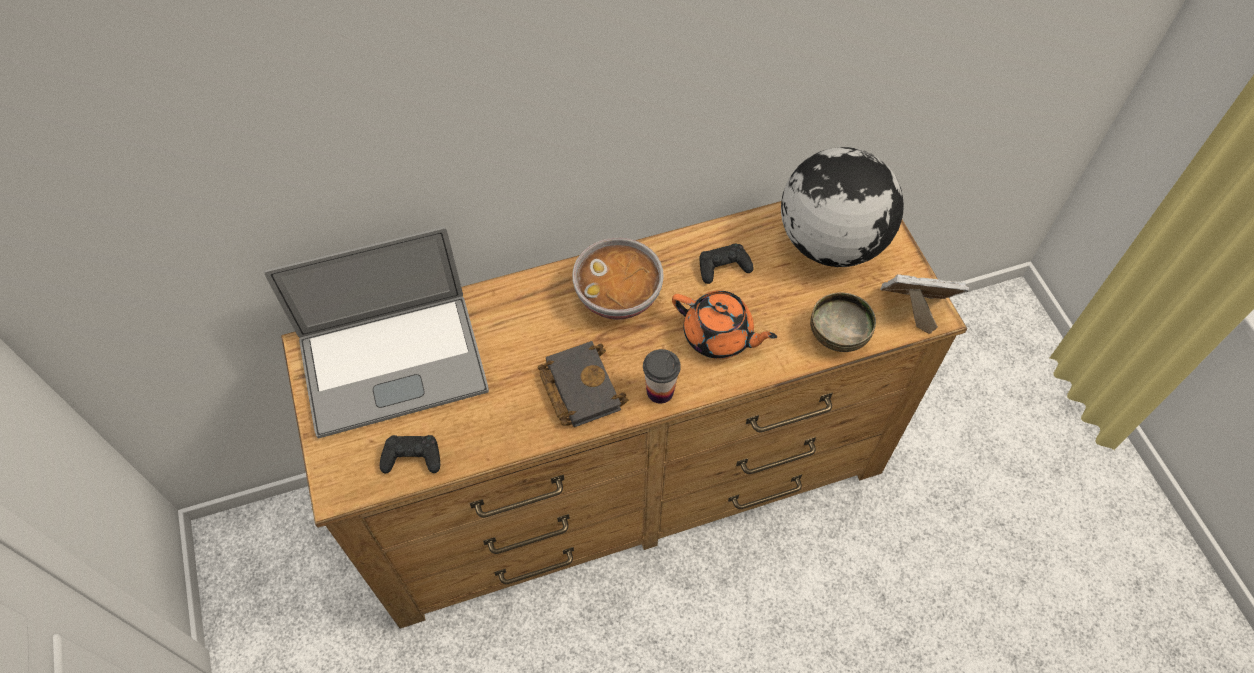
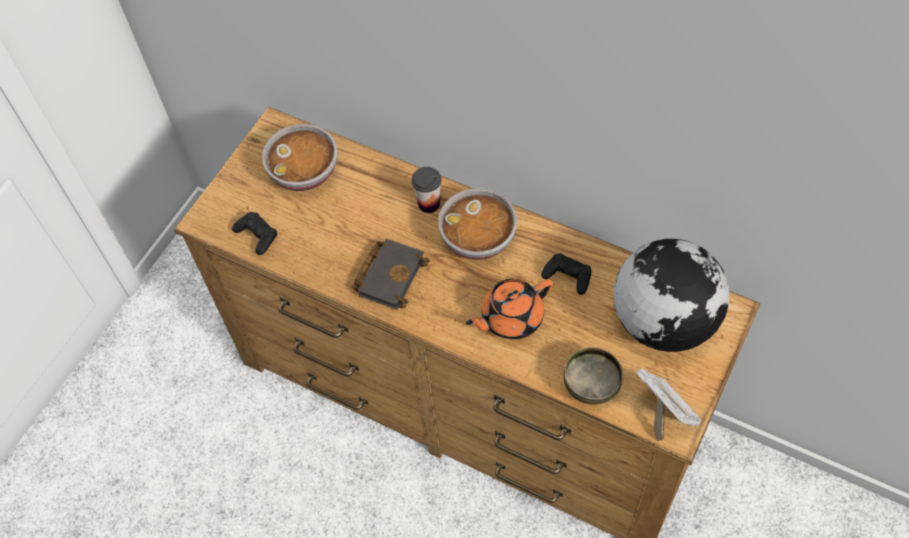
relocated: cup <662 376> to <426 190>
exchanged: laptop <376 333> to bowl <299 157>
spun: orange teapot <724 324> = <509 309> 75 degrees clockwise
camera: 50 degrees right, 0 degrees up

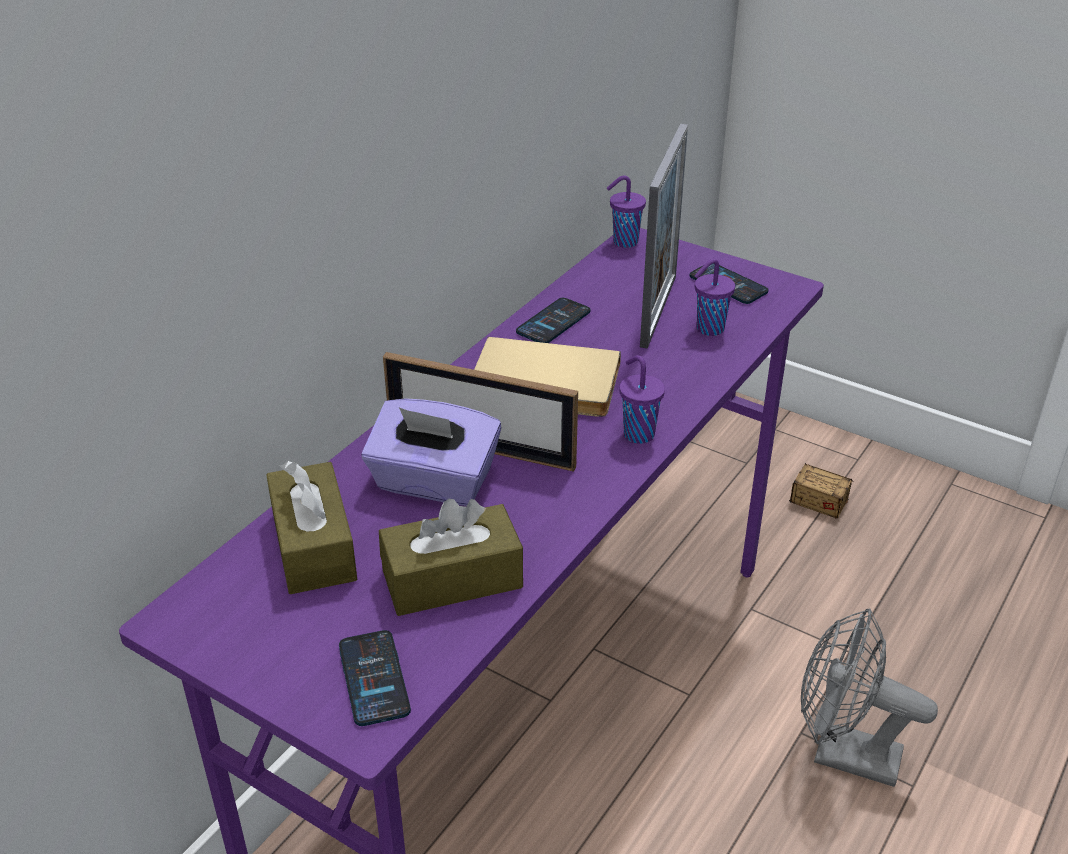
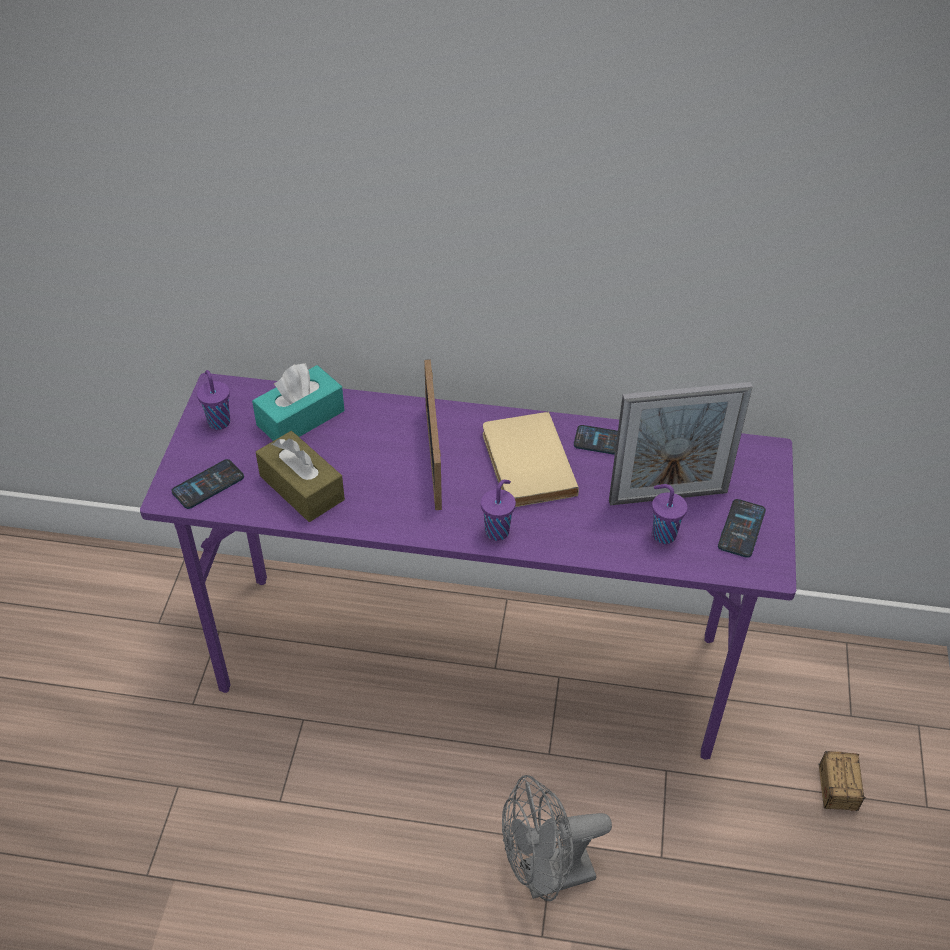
missing: purple tissue box <431 452>
relocated: purple cup <626 212> to <213 400>
colour: brown tissue box <311 527> to turquoise tissue box <298 402>
spun: grey fan <869 698> = <557 838> 105 degrees counterclockwise
camera: 65 degrees right, 10 degrees up

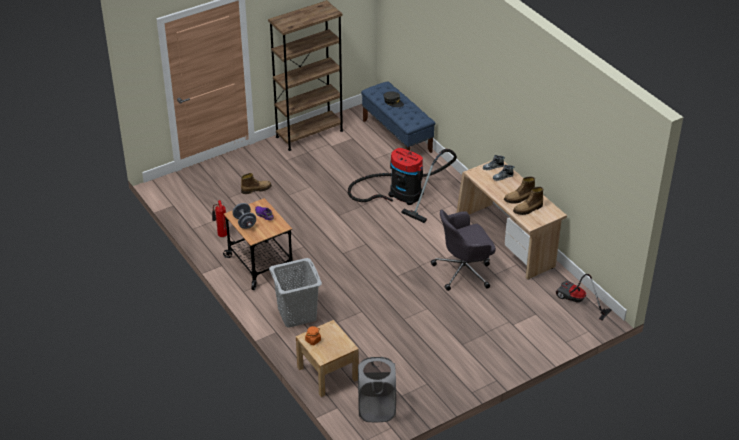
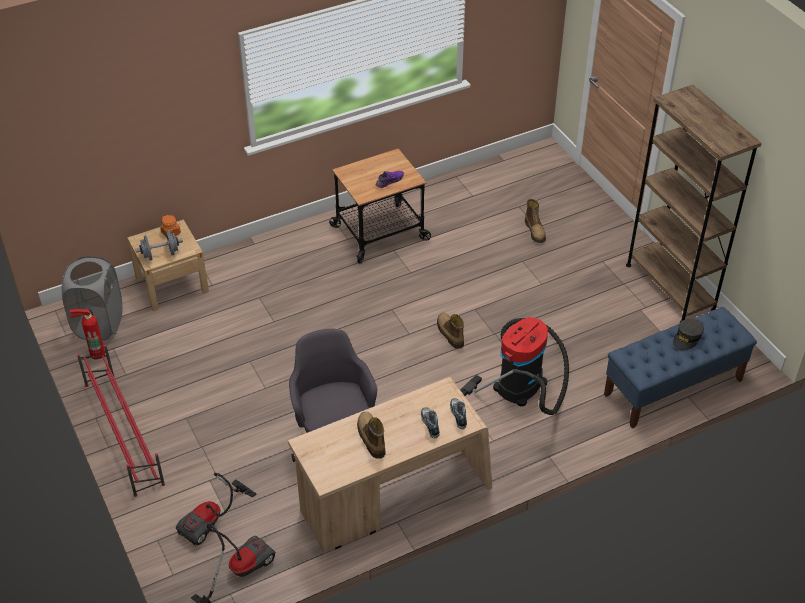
missing: grey laundry basket <295 293>
appeared: red shoe rack <121 421>; vacuum cleaner <216 509>
relocated: fire extinguisher <219 218> to <87 333>; grey dumbbell <244 216> to <159 245>; boot <528 201> to <450 331>
camera: 95 degrees right, 5 degrees up

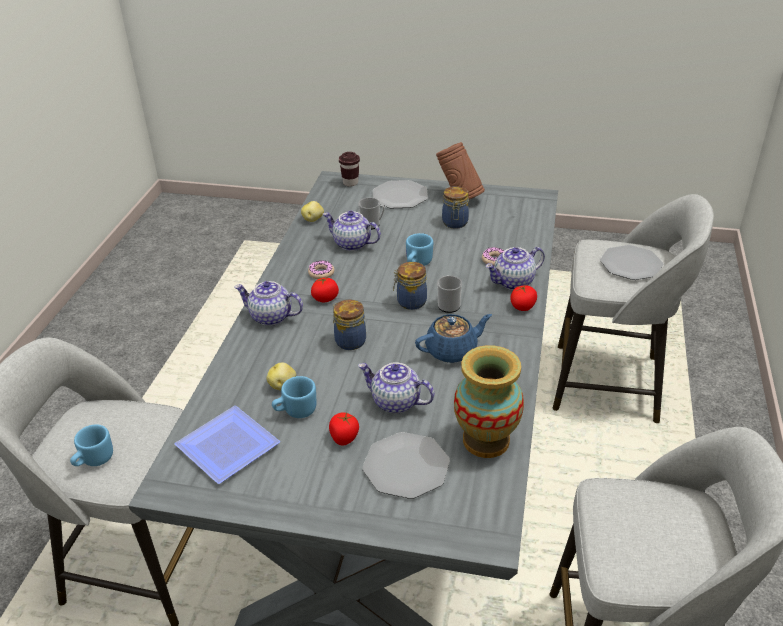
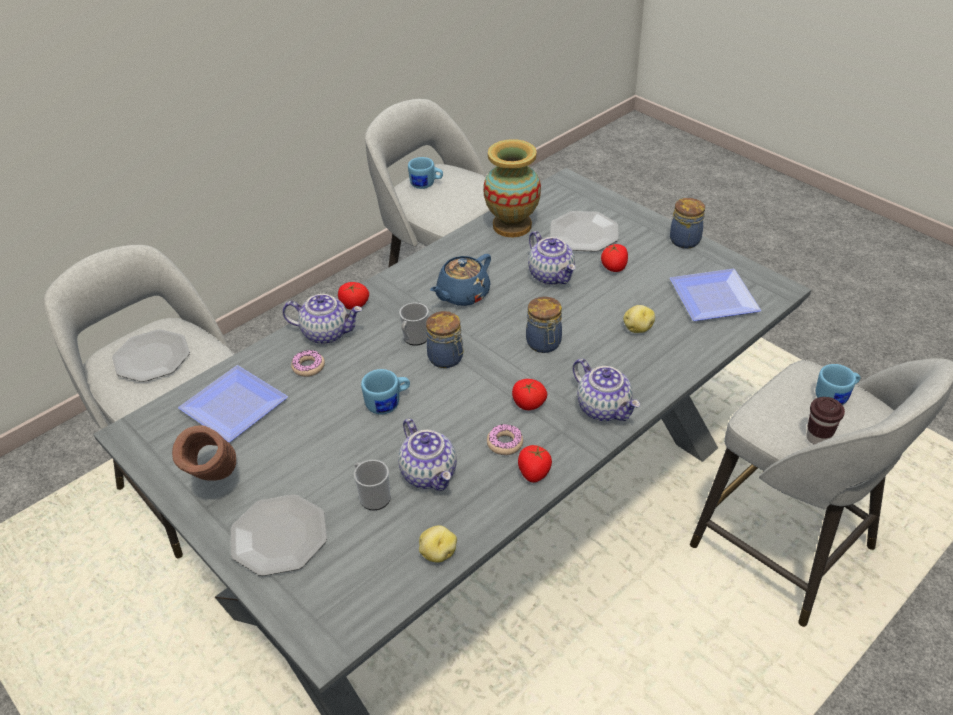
appeared: plate <233 403>; tomato <535 463>
relocated: blue mug <294 397> to <425 173>; jar <455 207> to <687 223>; brown cup <349 169> to <826 421>
spun: blue teapot <453 338> = <460 280> 60 degrees counterclockwise
camera: 145 degrees left, 5 degrees up

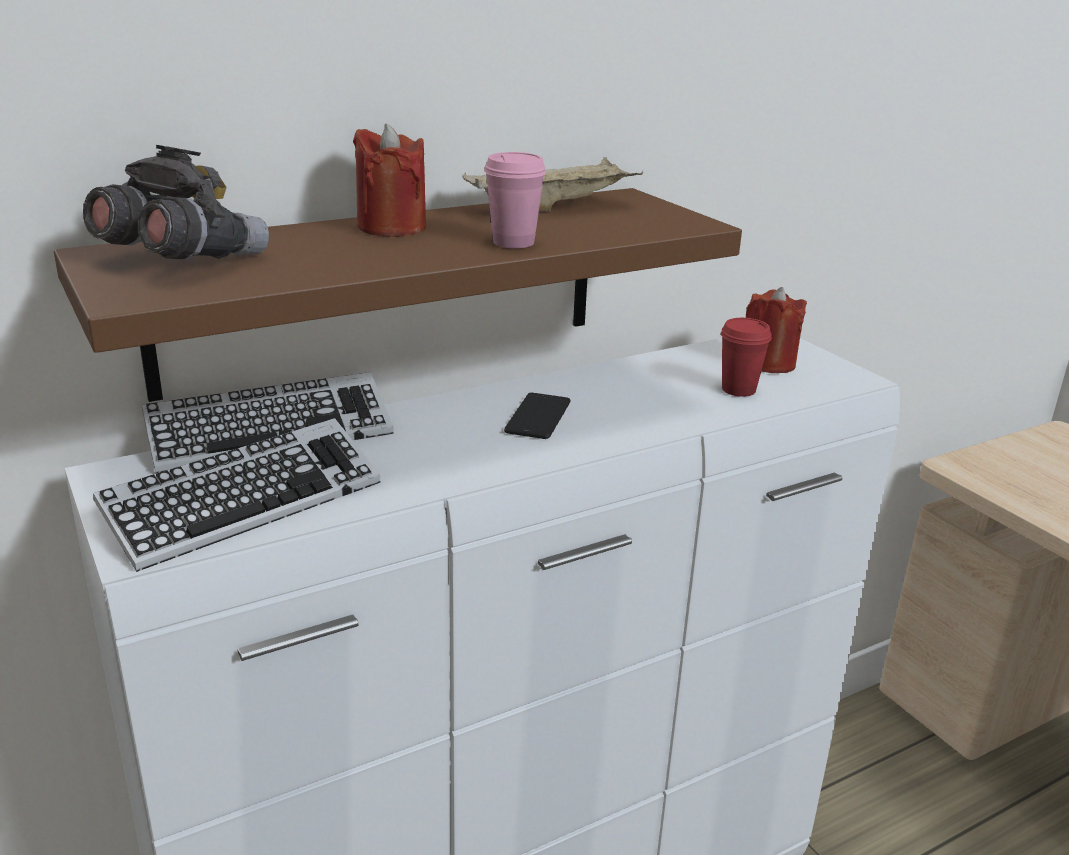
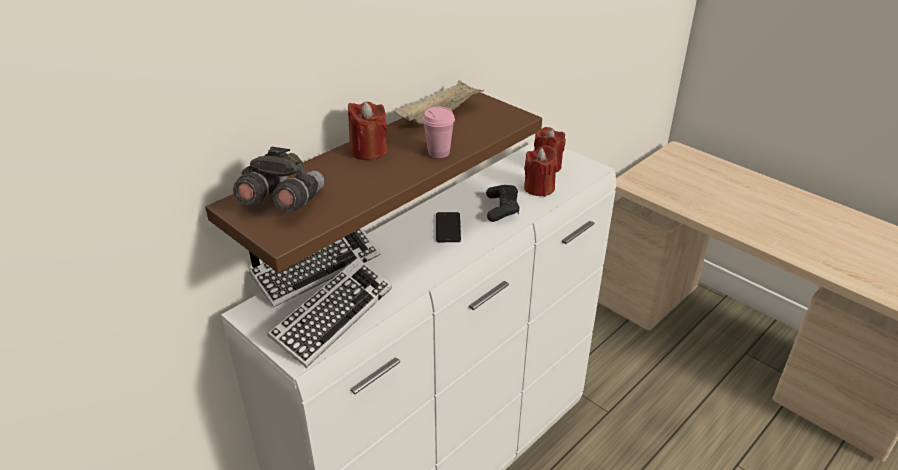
appeared: black game controller <503 203>
exchanged: red cup <746 357> to red candle <540 171>
camera: 15 degrees left, 10 degrees up

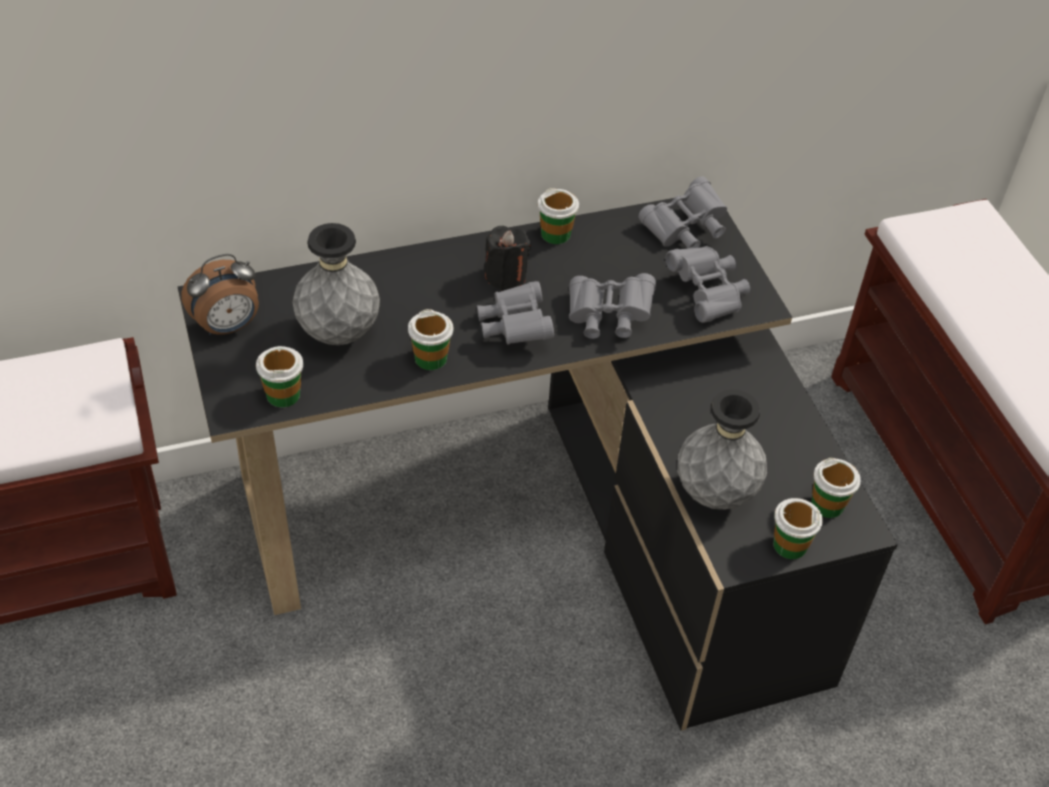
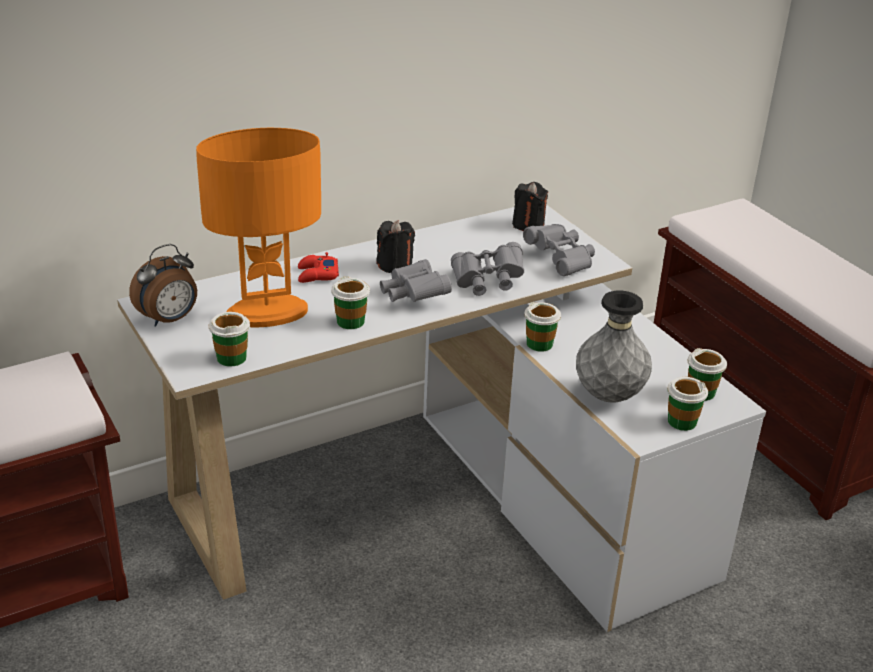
appeared: red game controller <318 267>
relocated: cup <558 216> to <542 327>
exchanged: grey vase <336 284> to orange table lamp <258 228>; grey binoculars <682 212> to black candle <530 206>
colour: black desk <538 464> to white desk <441 418>
camera: 10 degrees left, 15 degrees down

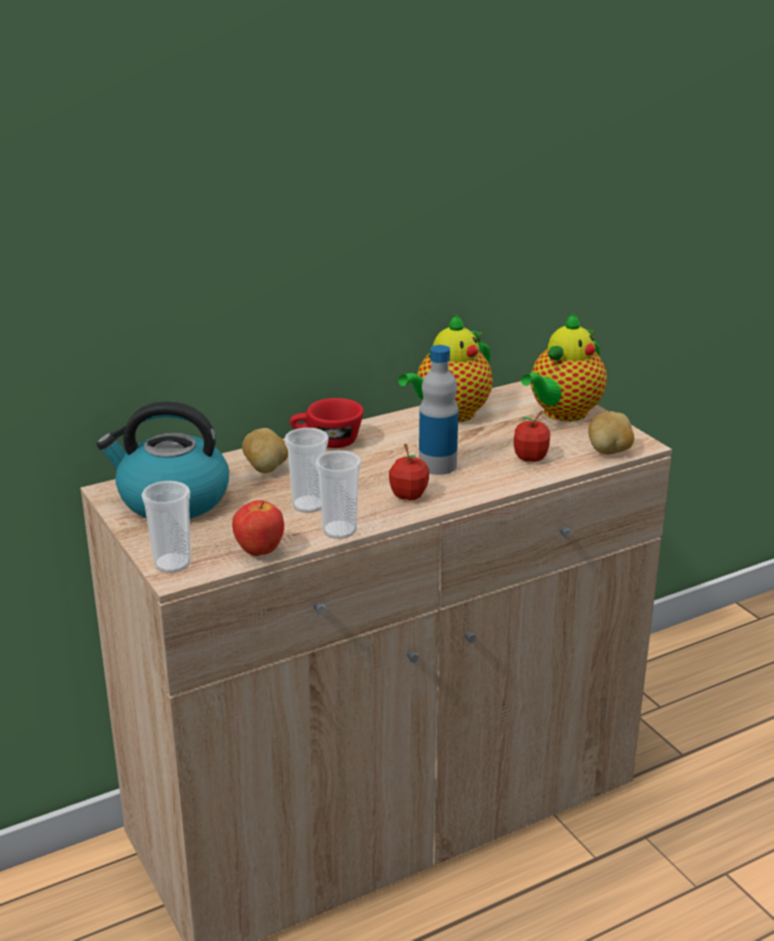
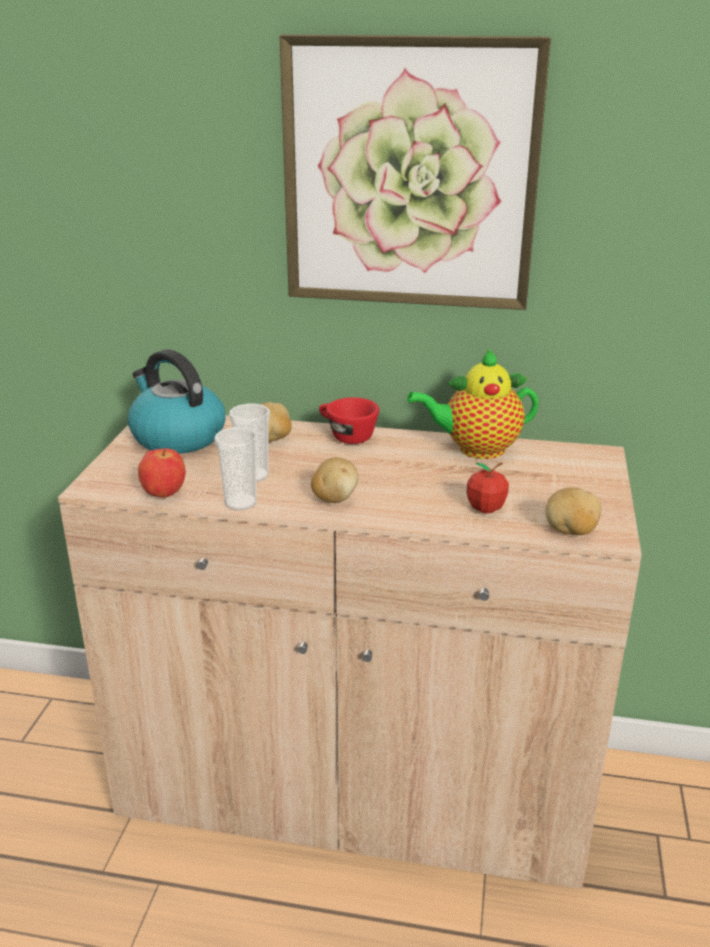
missing: cup <166 527>; bottle <438 410>; teapot <564 366>
appeared: picture <415 172>
exchanged: apple <409 472> to potato <335 480>
camera: 40 degrees right, 0 degrees up

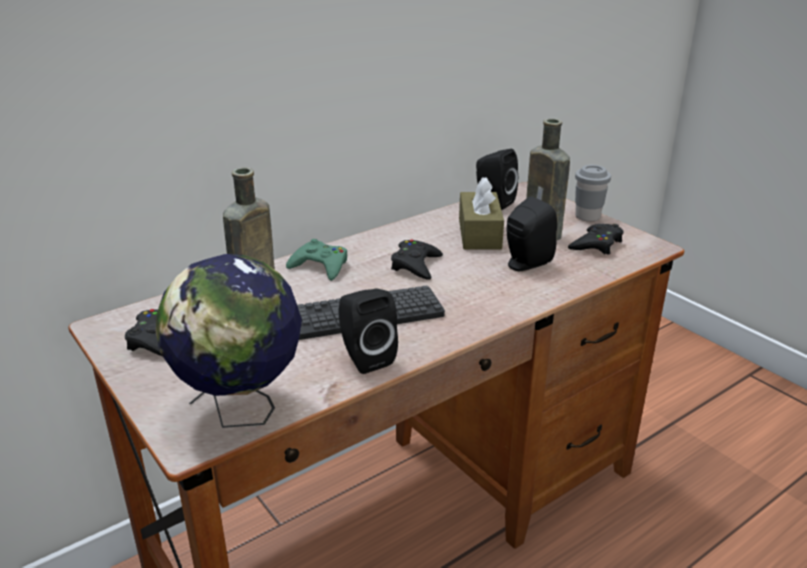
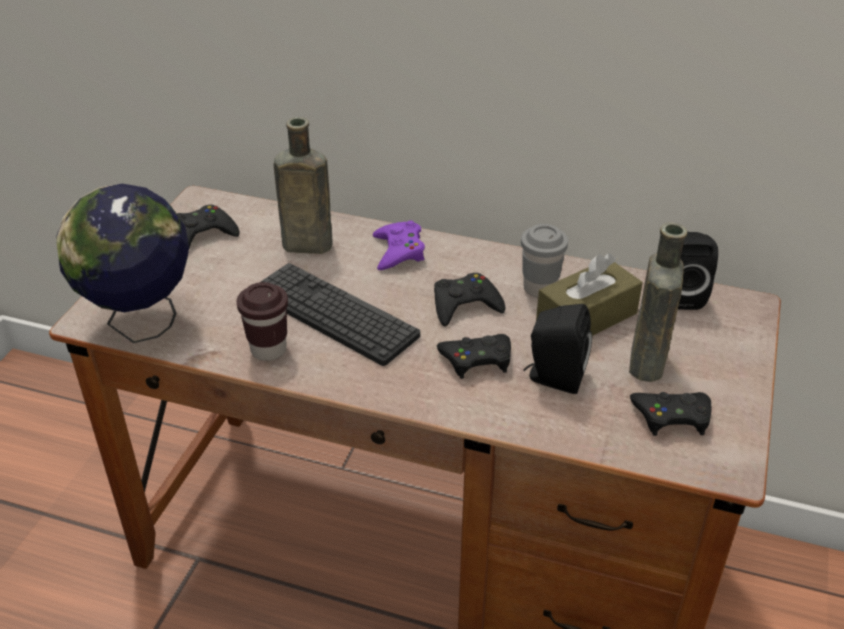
appeared: black game controller <474 356>
relocated: grey cup <593 193> to <544 260>
exchanged: black speaker <368 331> to brown cup <262 321>
colour: green game controller <316 260> to purple game controller <399 245>
camera: 55 degrees right, 10 degrees up

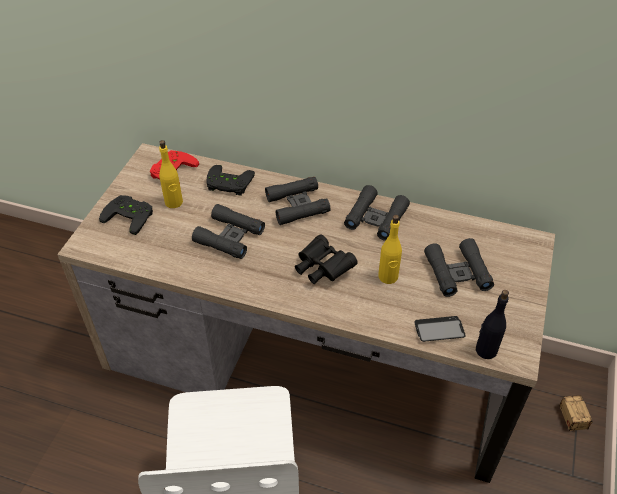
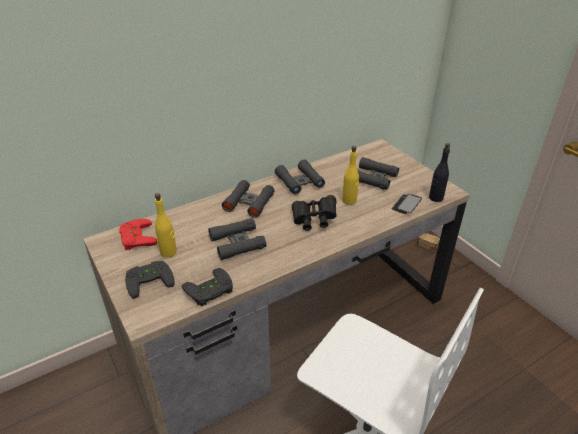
relocated: black game controller <231 180> to <207 287>
camera: 50 degrees left, 10 degrees down

